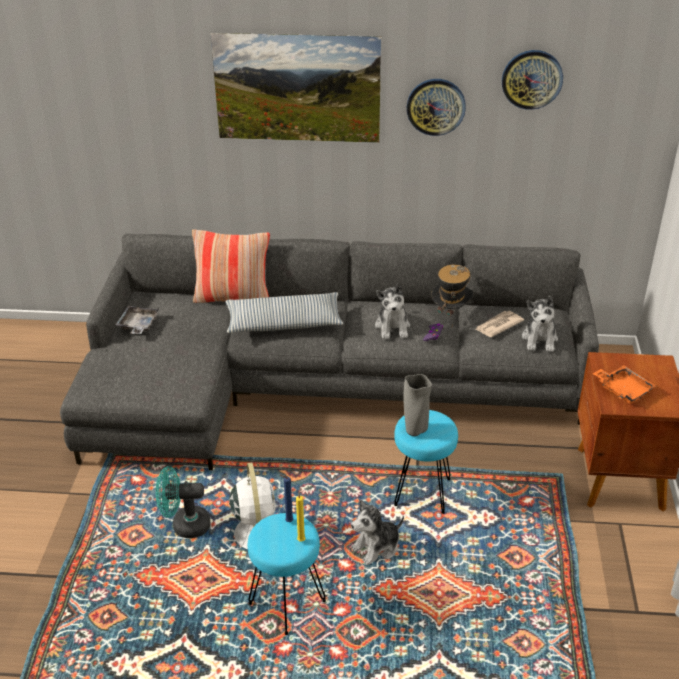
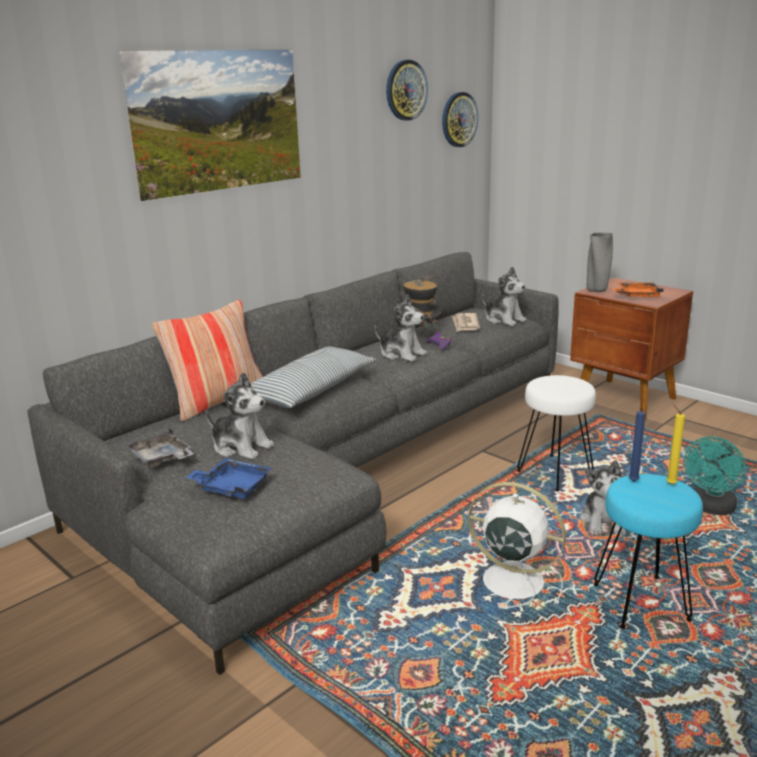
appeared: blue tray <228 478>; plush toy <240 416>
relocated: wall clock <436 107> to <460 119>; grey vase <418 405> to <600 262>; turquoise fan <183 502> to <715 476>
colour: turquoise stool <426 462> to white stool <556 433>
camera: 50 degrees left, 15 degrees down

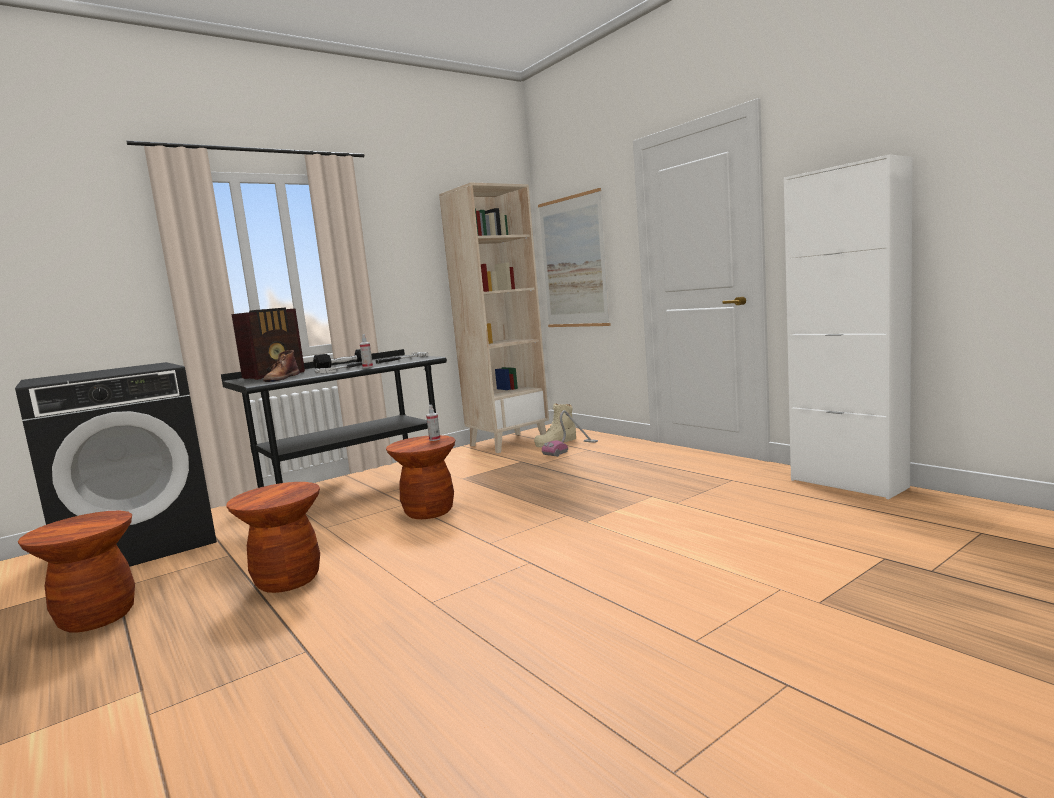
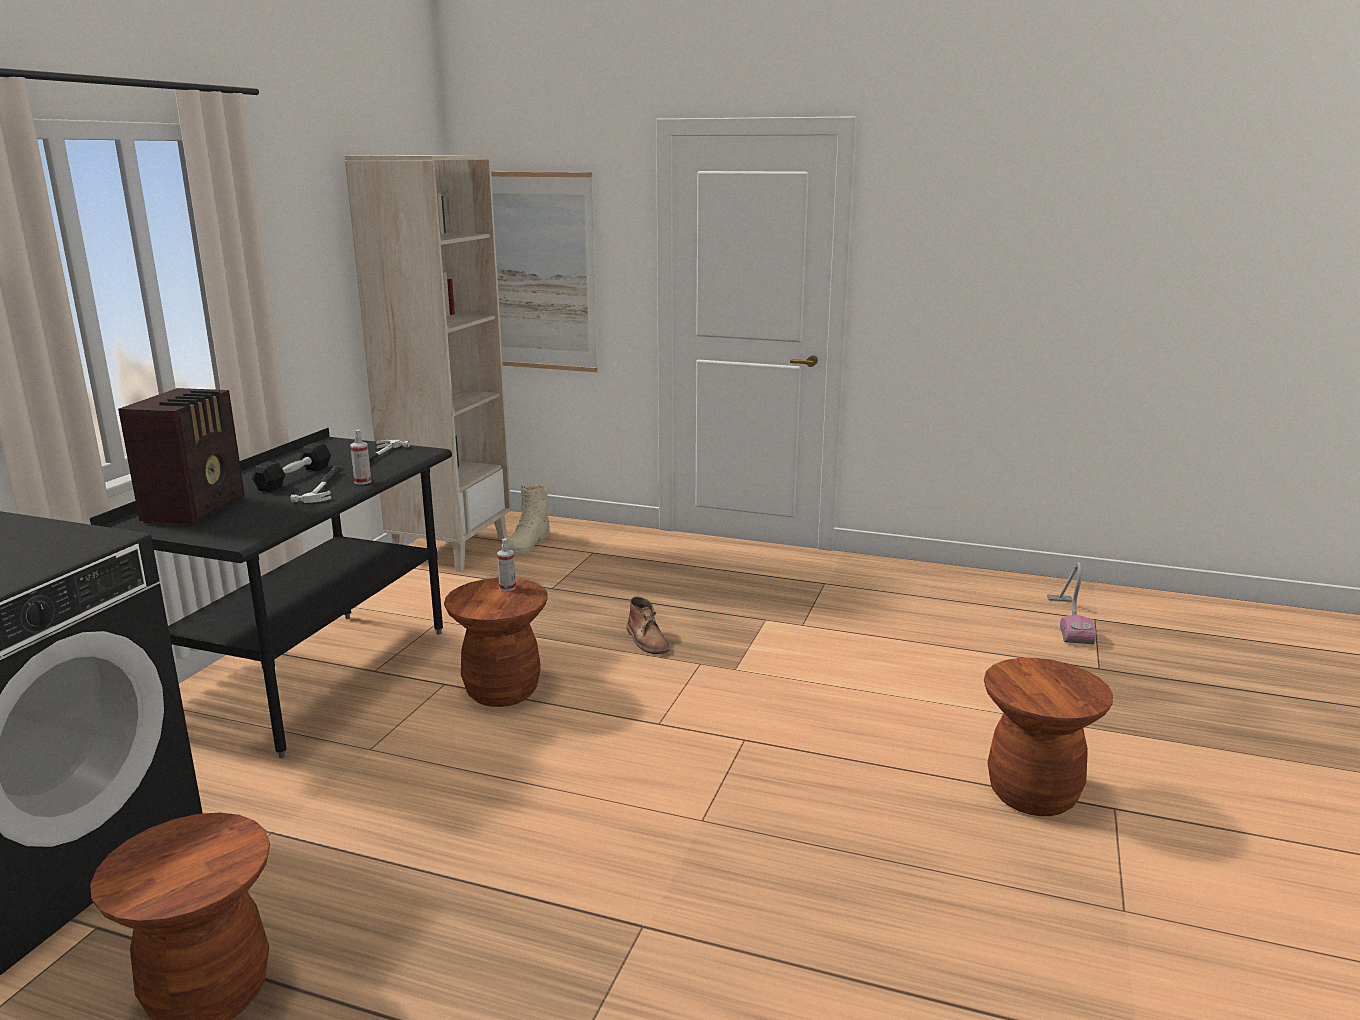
missing: white cabinet <848 326>
relocated: brown boot <281 366> to <648 625>; brown stool <273 537> to <1048 737>; vacuum cleaner <570 433> to <1071 603>
camera: 35 degrees left, 10 degrees up

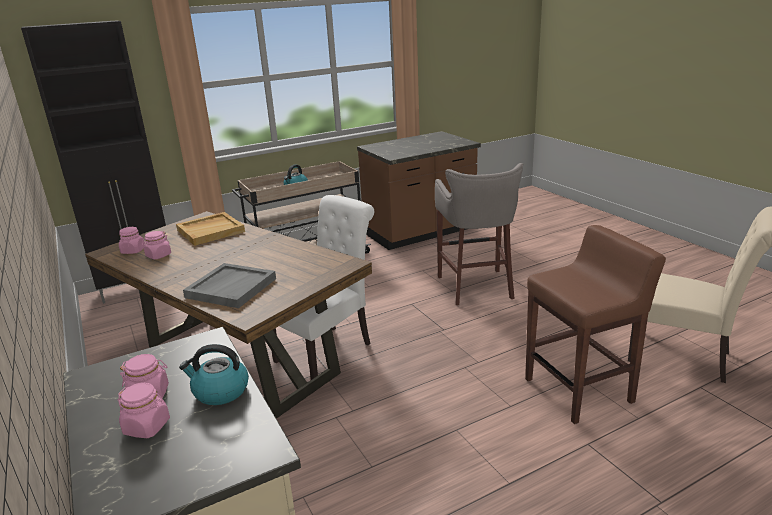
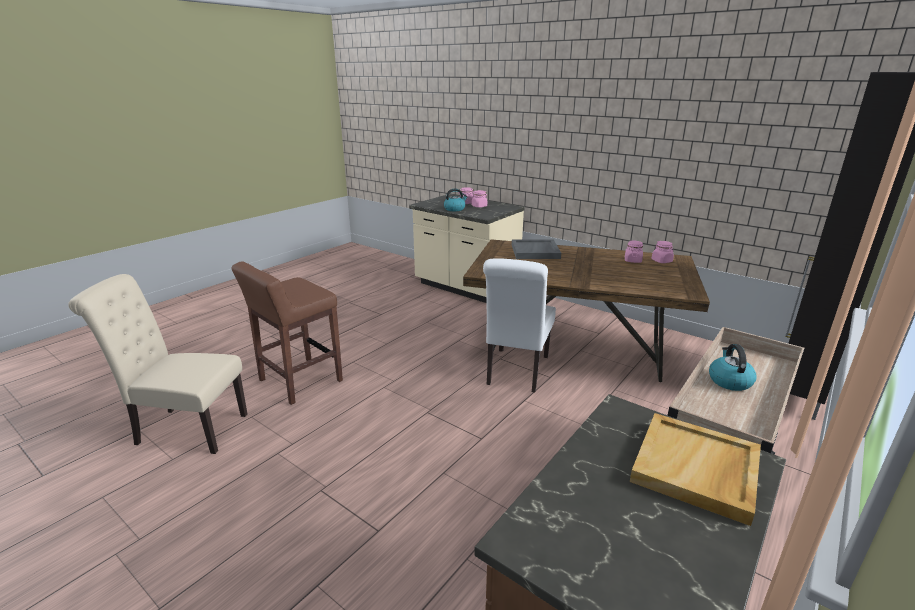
missing: grey stool <479 234>
relocated: beige tray <210 229> to <695 469>
camera: 155 degrees right, 0 degrees up

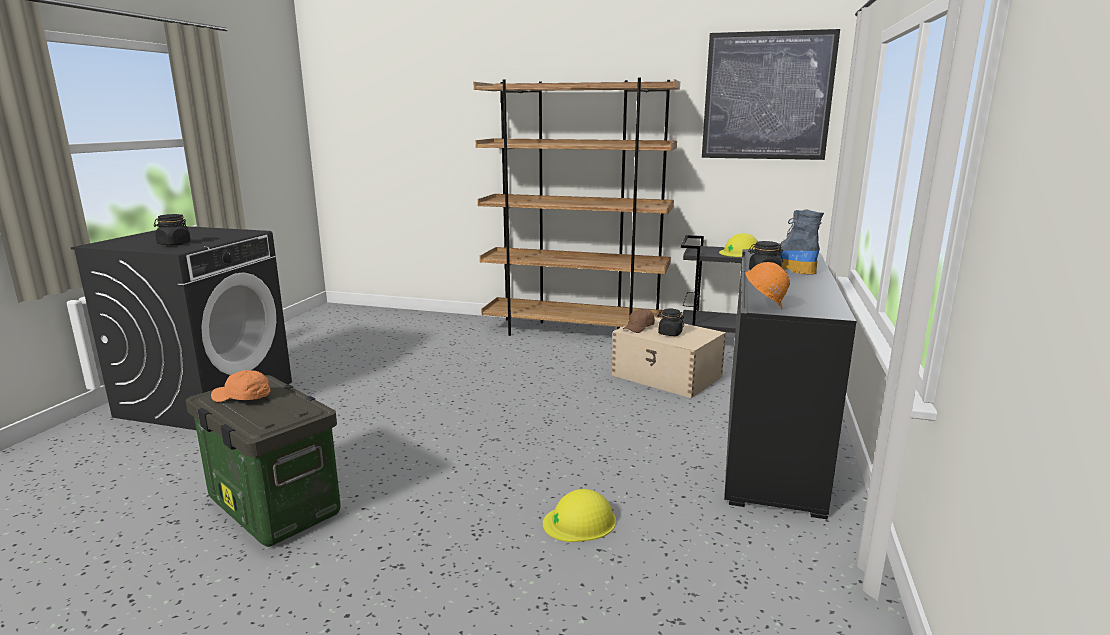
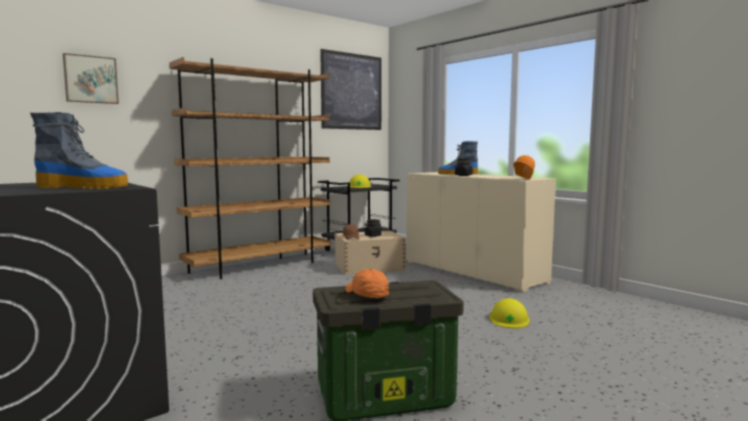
appeared: picture <91 78>
exchanged: black jar <172 230> to boot <79 150>
colour: black cabinet <790 384> to beige cabinet <481 232>
spun: orange cap <241 386> = <367 283> 105 degrees clockwise
camera: 55 degrees left, 10 degrees down

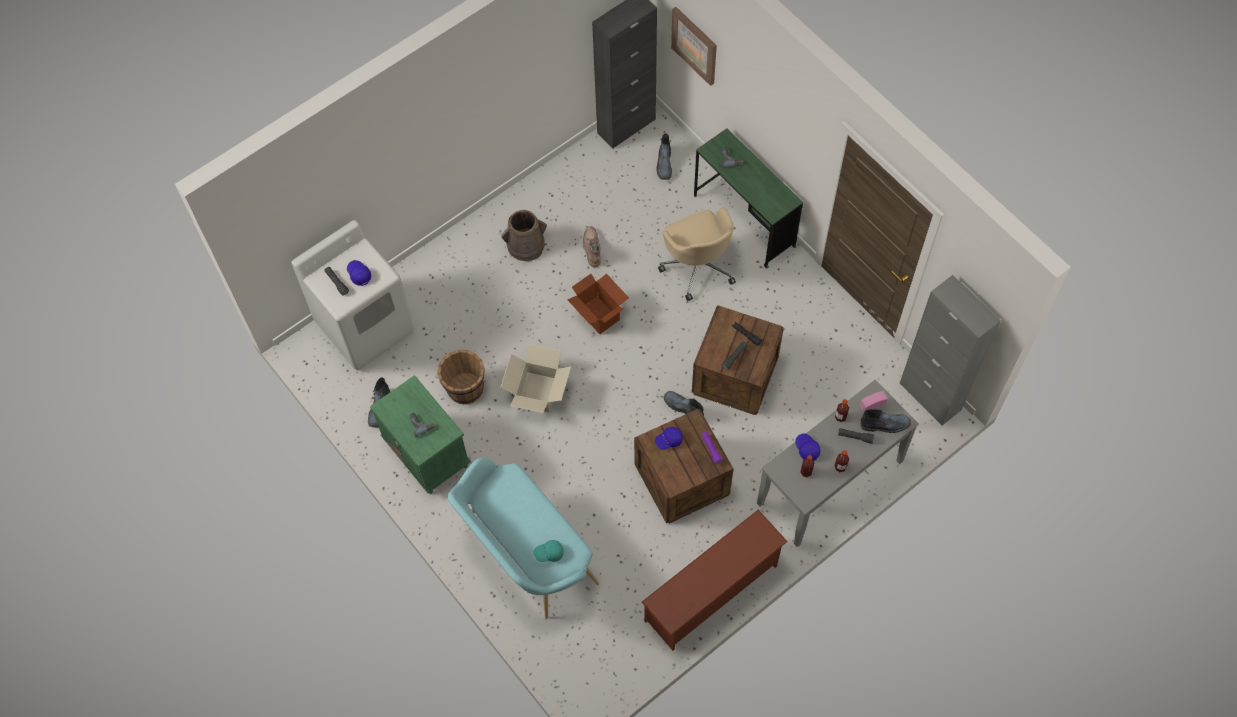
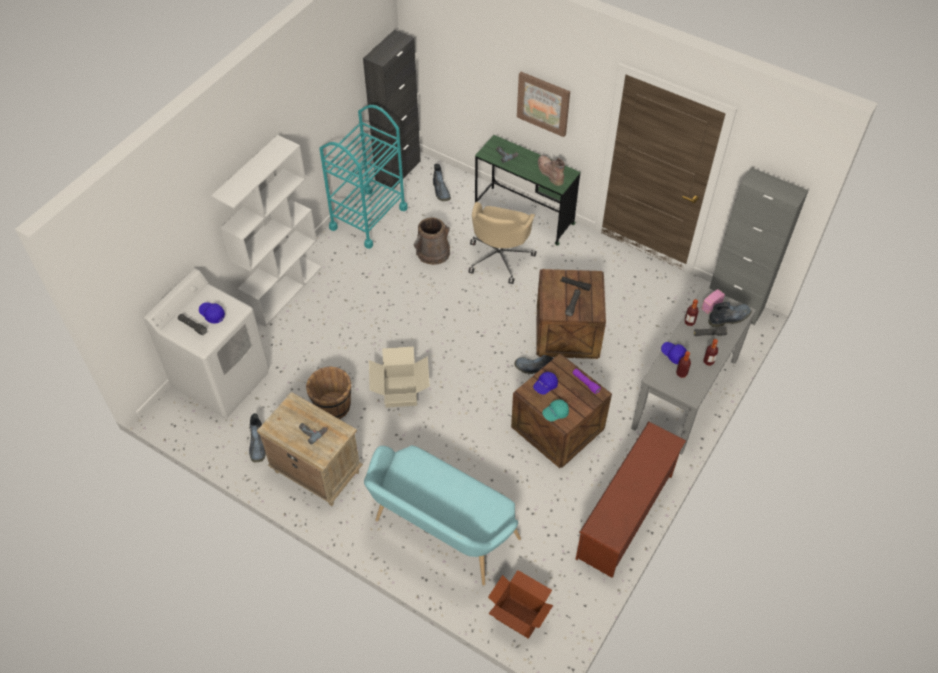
appeared: white bookcase <266 231>; turquoise cart <364 177>
relocated: brown bucket <524 235> to <432 241>; cardboard box <598 304> to <520 604>; picture <694 46> to <543 104>; brown boot <592 247> to <551 170>; turquoise cap <549 551> to <555 410>
colour: green nightstand <420 434> to beige nightstand <310 449>
spun: beige office chair <697 254> = <502 243> 60 degrees clockwise
camera: 20 degrees left, 10 degrees down

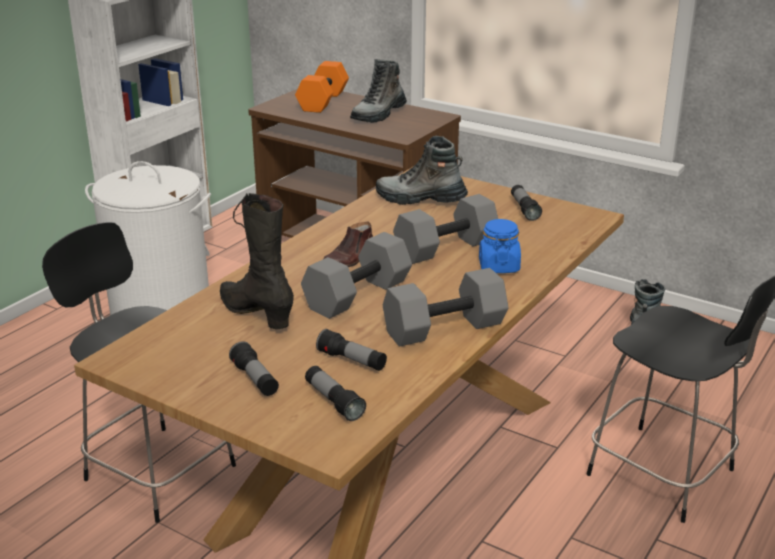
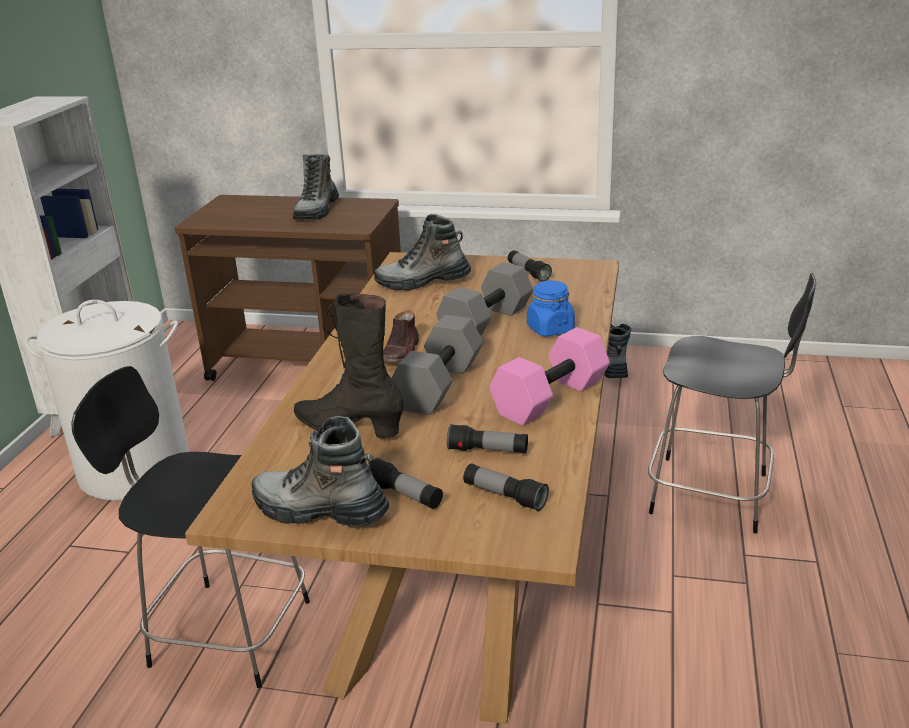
missing: orange dumbbell <322 87>
appeared: boot <320 471>
colour: grey dumbbell <445 307> to pink dumbbell <549 376>
camera: 20 degrees left, 0 degrees up

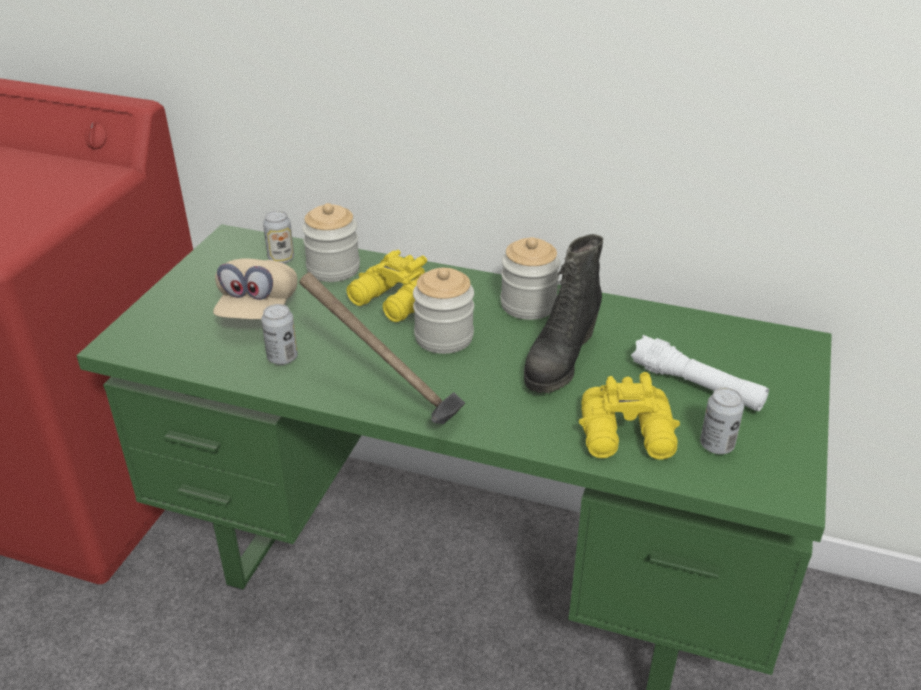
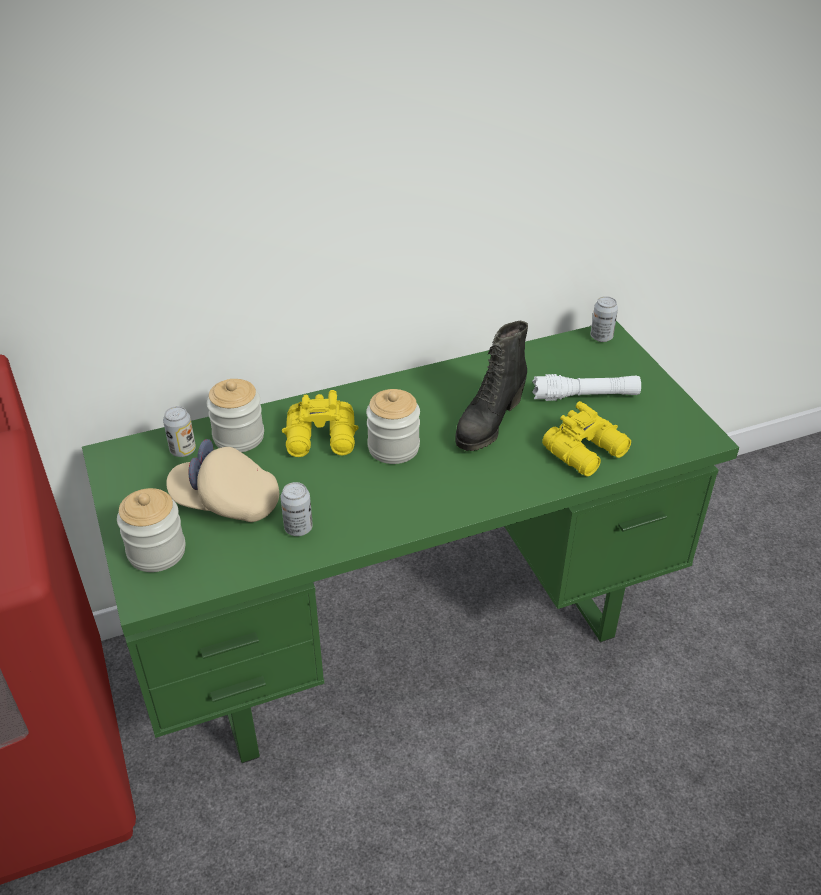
missing: hammer <382 348>
relocated: jar <530 278> to <151 530>; can <722 421> to <604 319>
spun: beige cap <255 289> = <222 480> 135 degrees clockwise; black boot <563 313> = <492 386> 45 degrees clockwise
camera: 40 degrees left, 5 degrees up

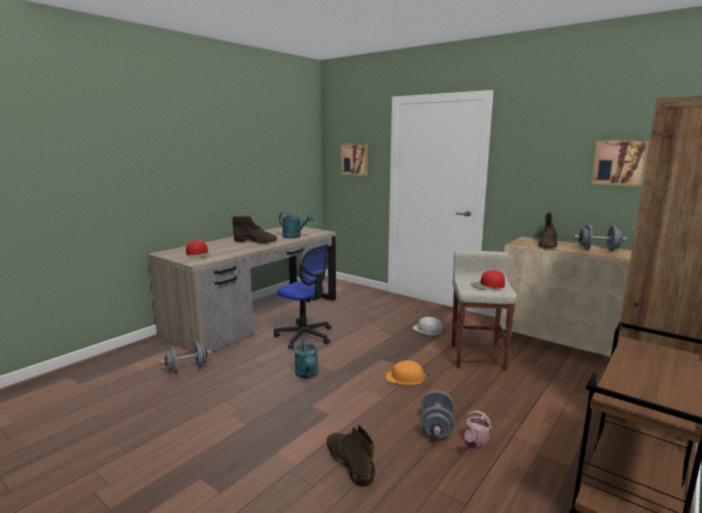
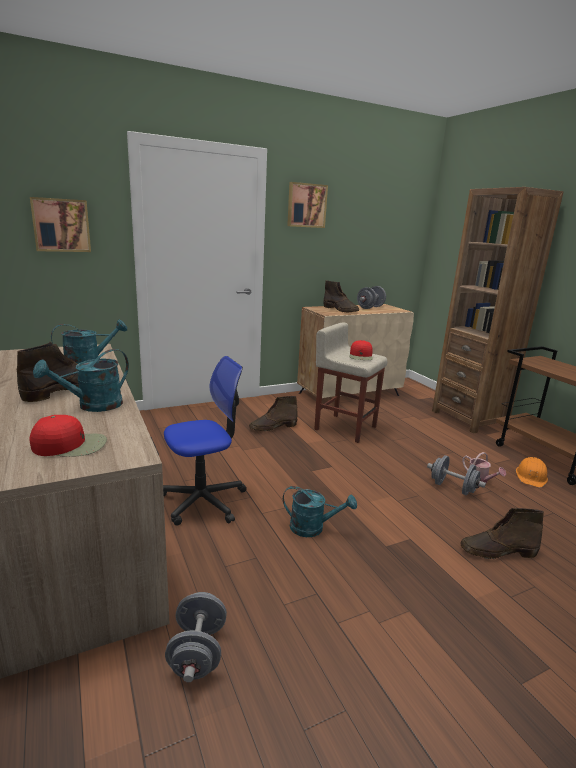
appeared: turquoise watering can <81 380>
relocated: picture <620 163> to <307 205>; orange hard hat <406 372> to <532 472>
exchanged: white hard hat <429 326> to brown boot <273 413>
camera: 65 degrees left, 5 degrees up

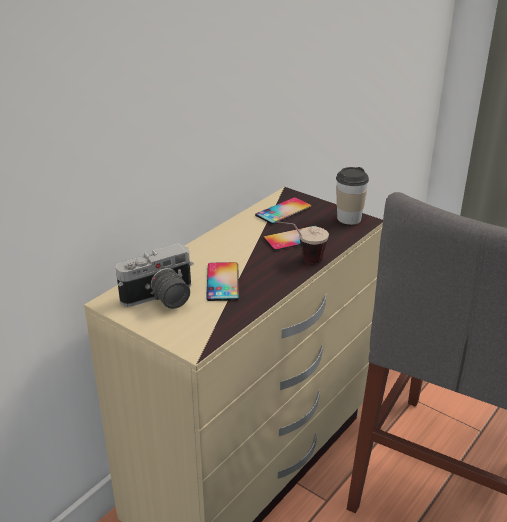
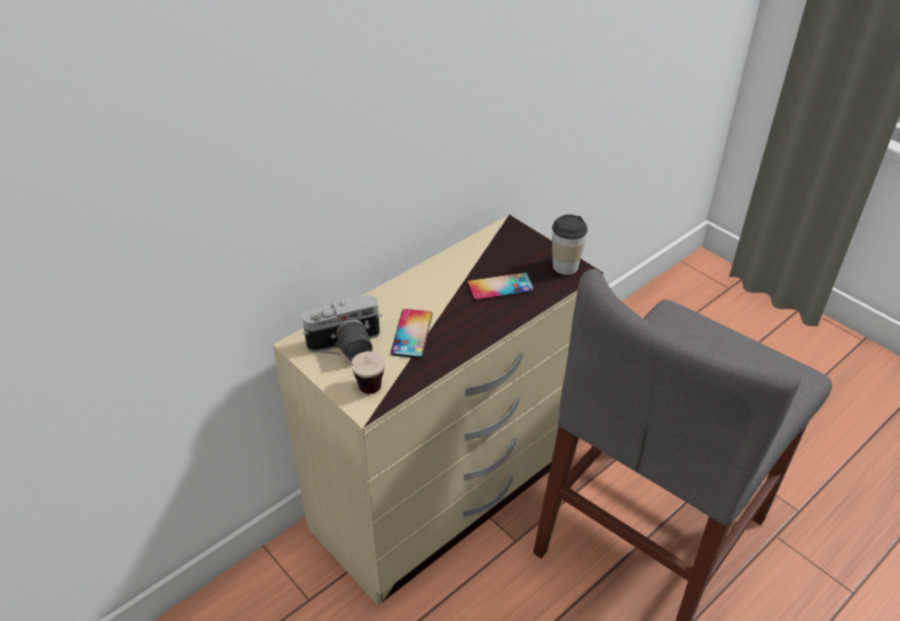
missing: phone <283 210>
relocated: cup <302 242> to <352 372>
camera: 10 degrees right, 10 degrees up

